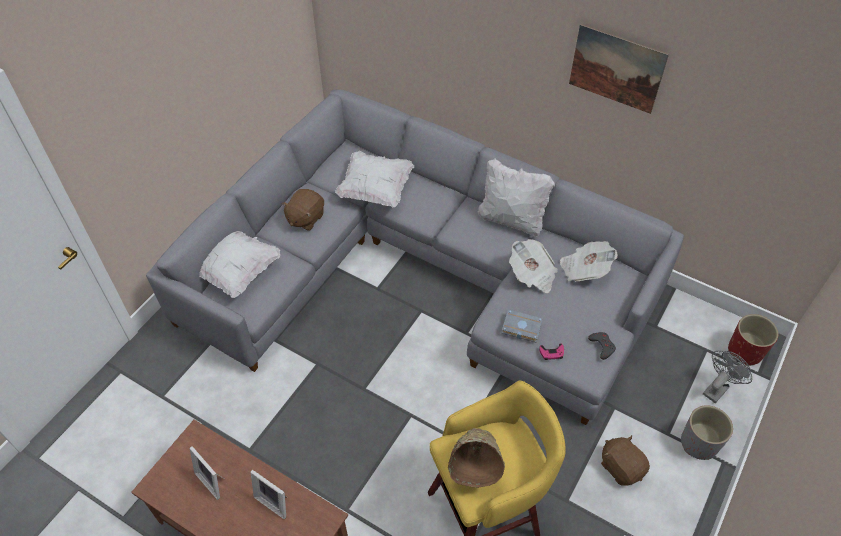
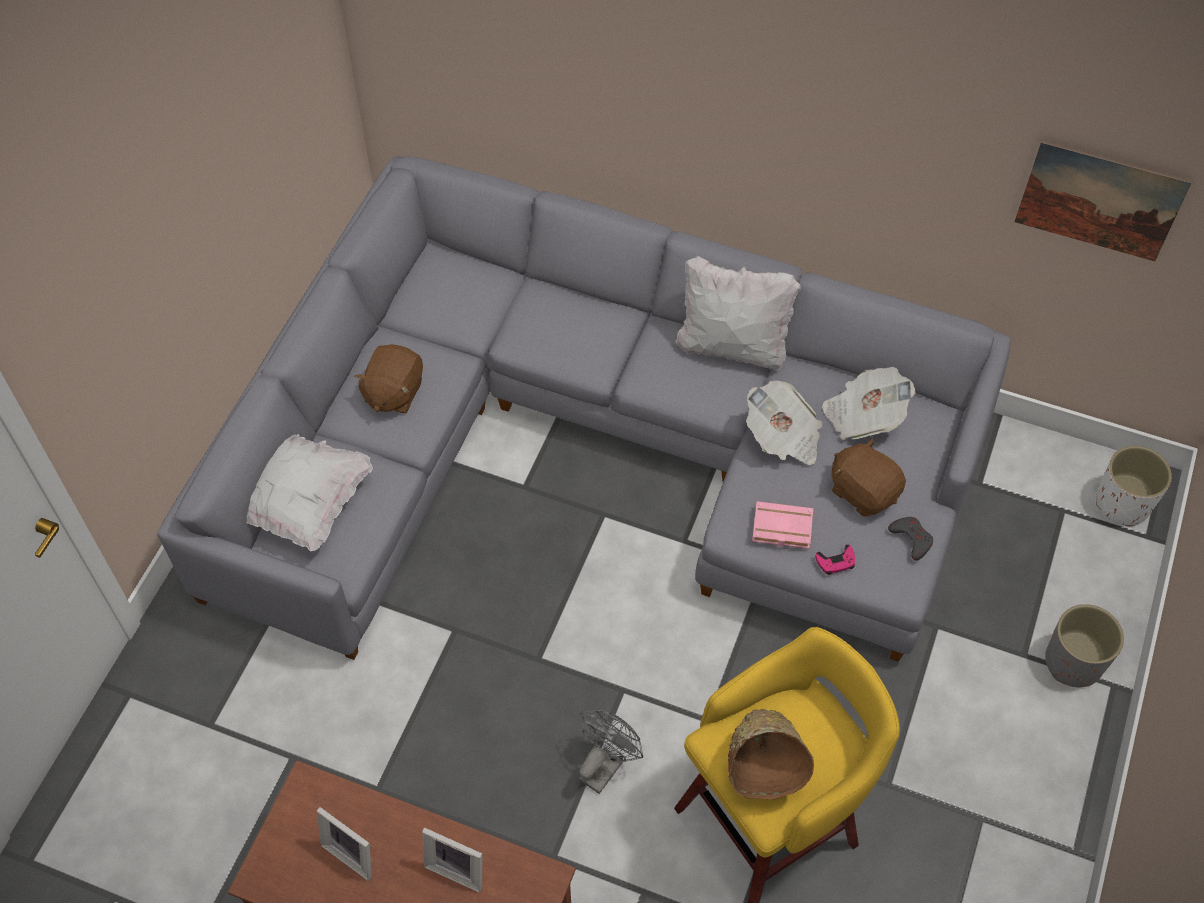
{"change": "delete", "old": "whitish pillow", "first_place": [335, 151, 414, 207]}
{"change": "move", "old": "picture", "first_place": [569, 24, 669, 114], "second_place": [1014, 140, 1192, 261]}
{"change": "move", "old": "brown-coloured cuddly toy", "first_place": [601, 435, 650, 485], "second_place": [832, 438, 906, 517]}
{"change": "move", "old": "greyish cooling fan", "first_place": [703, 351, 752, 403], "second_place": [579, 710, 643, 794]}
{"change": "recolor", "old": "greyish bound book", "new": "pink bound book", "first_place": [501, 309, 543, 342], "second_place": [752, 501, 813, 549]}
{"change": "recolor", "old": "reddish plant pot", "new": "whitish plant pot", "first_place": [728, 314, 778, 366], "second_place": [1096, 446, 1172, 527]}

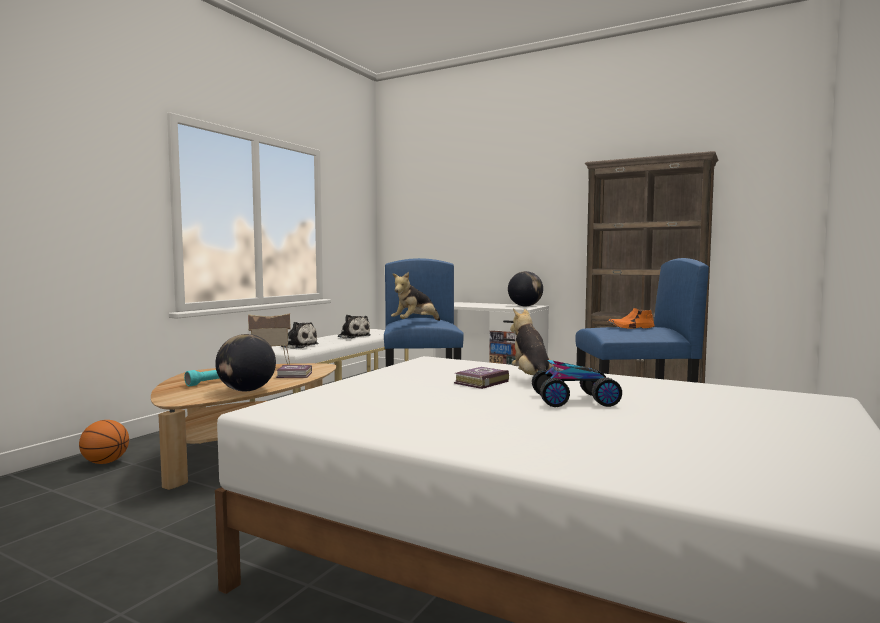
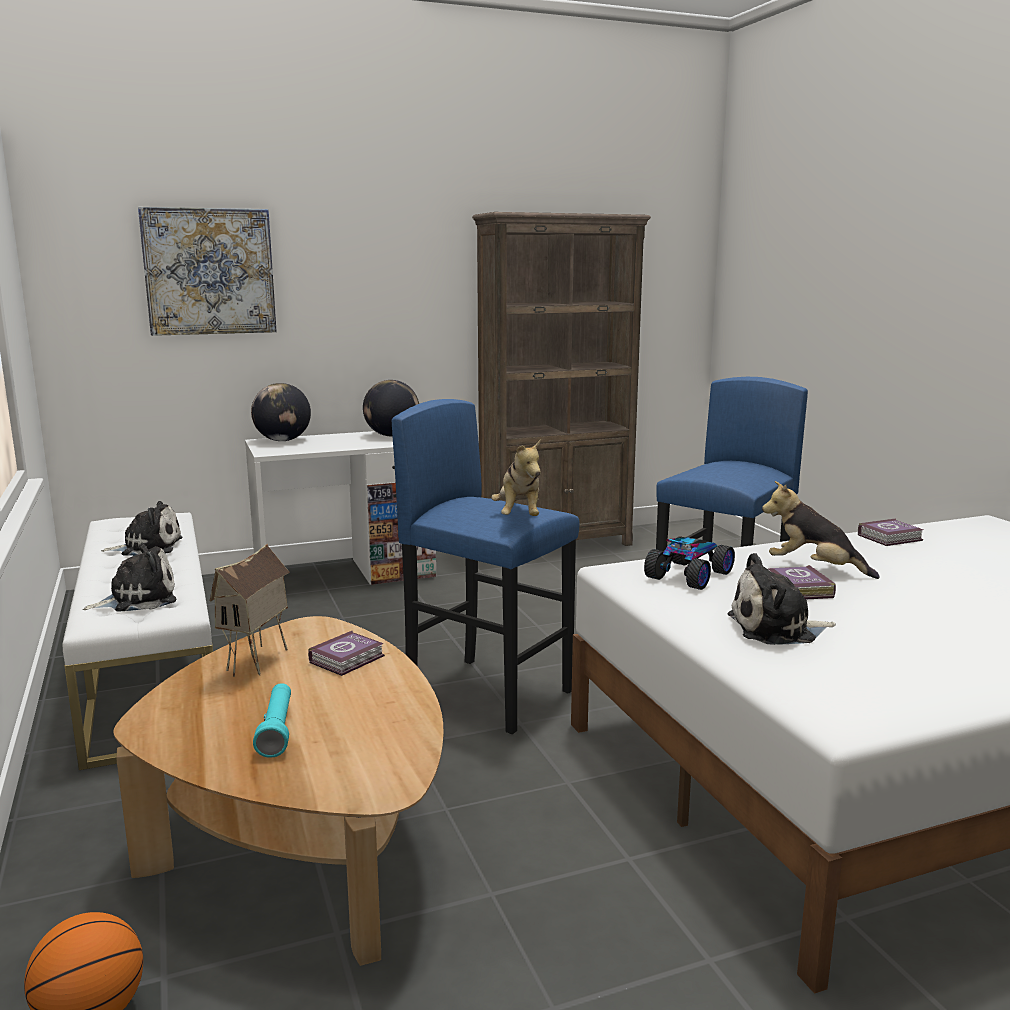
{"change": "delete", "old": "orange-coloured shoe", "first_place": [608, 308, 655, 329]}
{"change": "insert", "new": "picture", "second_place": [138, 207, 277, 336]}
{"change": "insert", "new": "cuddly toy", "second_place": [727, 553, 836, 645]}
{"change": "insert", "new": "bound book", "second_place": [858, 519, 923, 546]}
{"change": "move", "old": "globe", "first_place": [215, 334, 276, 392], "second_place": [251, 383, 311, 441]}
{"change": "move", "old": "model car", "first_place": [532, 360, 622, 407], "second_place": [644, 536, 735, 590]}

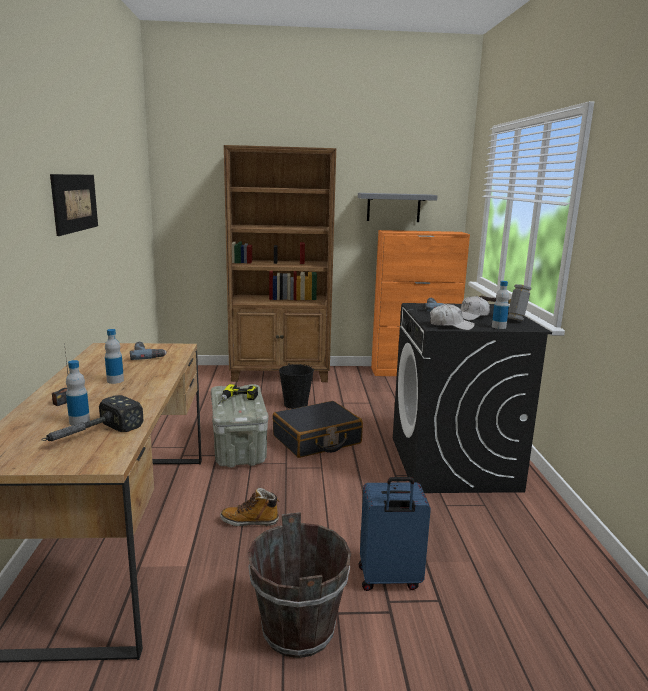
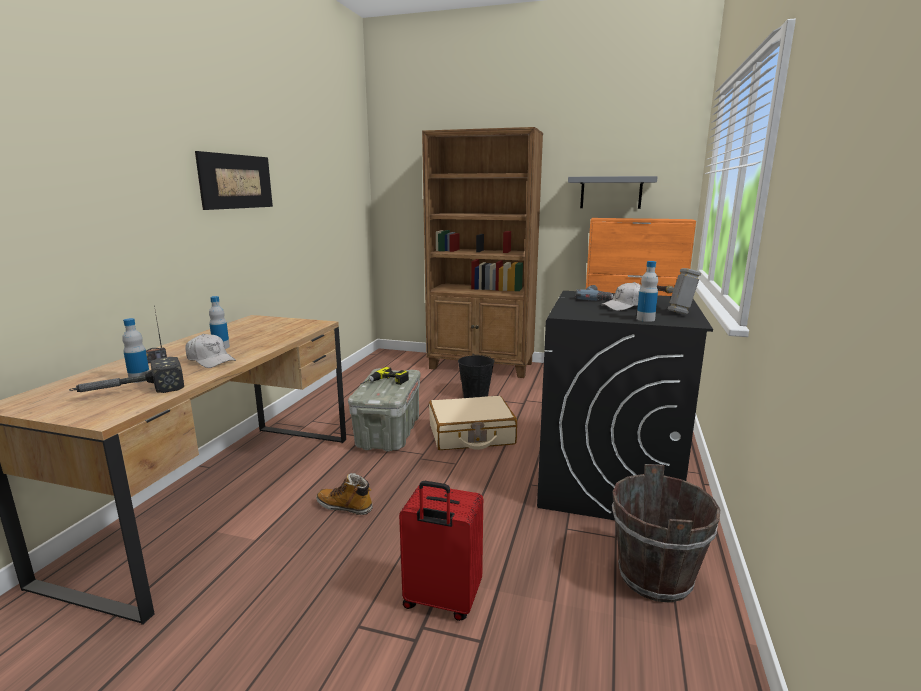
{"change": "delete", "old": "drill", "first_place": [130, 342, 167, 360]}
{"change": "move", "old": "brown-coloured water bucket", "first_place": [248, 512, 351, 658], "second_place": [612, 464, 720, 603]}
{"change": "move", "old": "whitish peaked cap", "first_place": [430, 304, 475, 330], "second_place": [185, 334, 236, 368]}
{"change": "recolor", "old": "black piece of luggage", "new": "beige-coloured piece of luggage", "first_place": [272, 401, 363, 458], "second_place": [429, 396, 517, 450]}
{"change": "recolor", "old": "blue piece of luggage", "new": "reddish piece of luggage", "first_place": [359, 477, 431, 591], "second_place": [399, 481, 483, 621]}

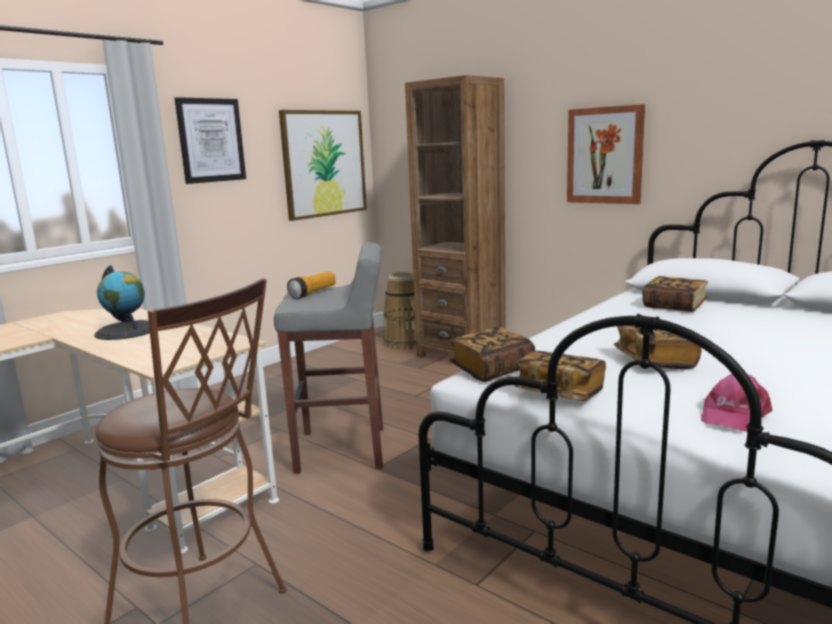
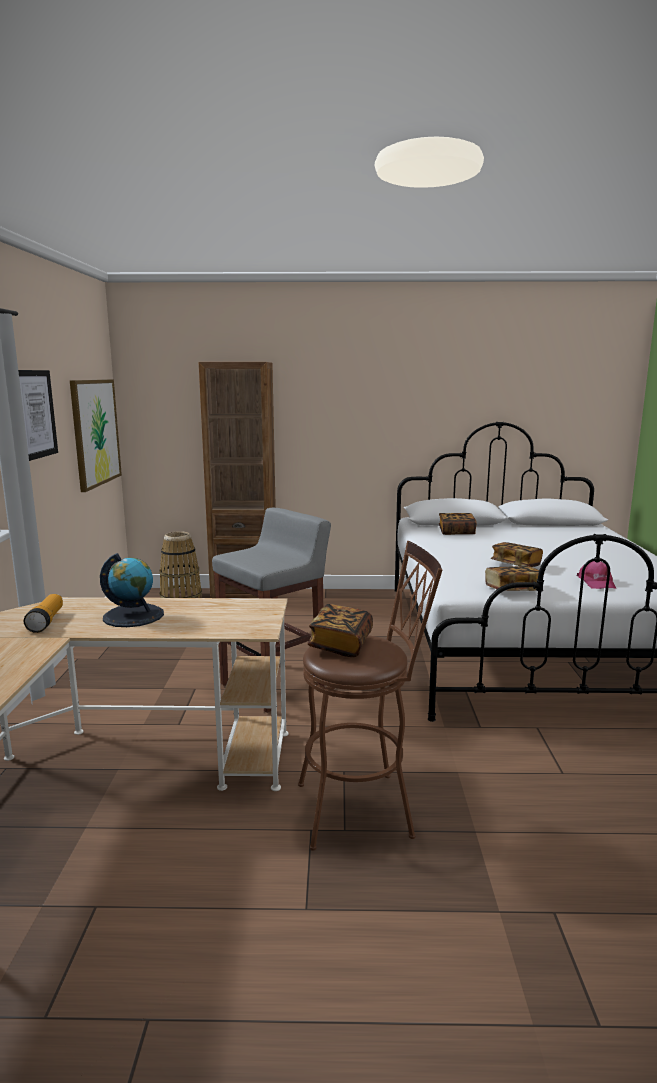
{"change": "delete", "old": "picture", "first_place": [567, 104, 645, 204]}
{"change": "move", "old": "hand torch", "first_place": [287, 271, 336, 299], "second_place": [24, 594, 63, 633]}
{"change": "move", "old": "bound book", "first_place": [449, 327, 535, 382], "second_place": [307, 604, 373, 657]}

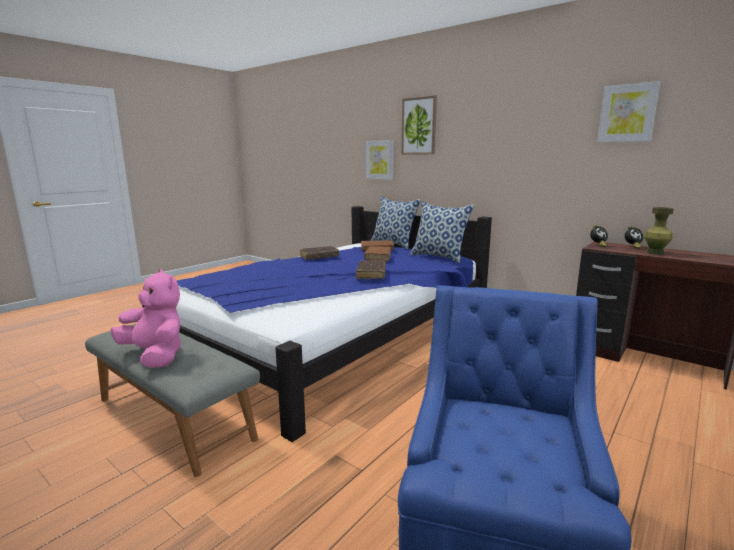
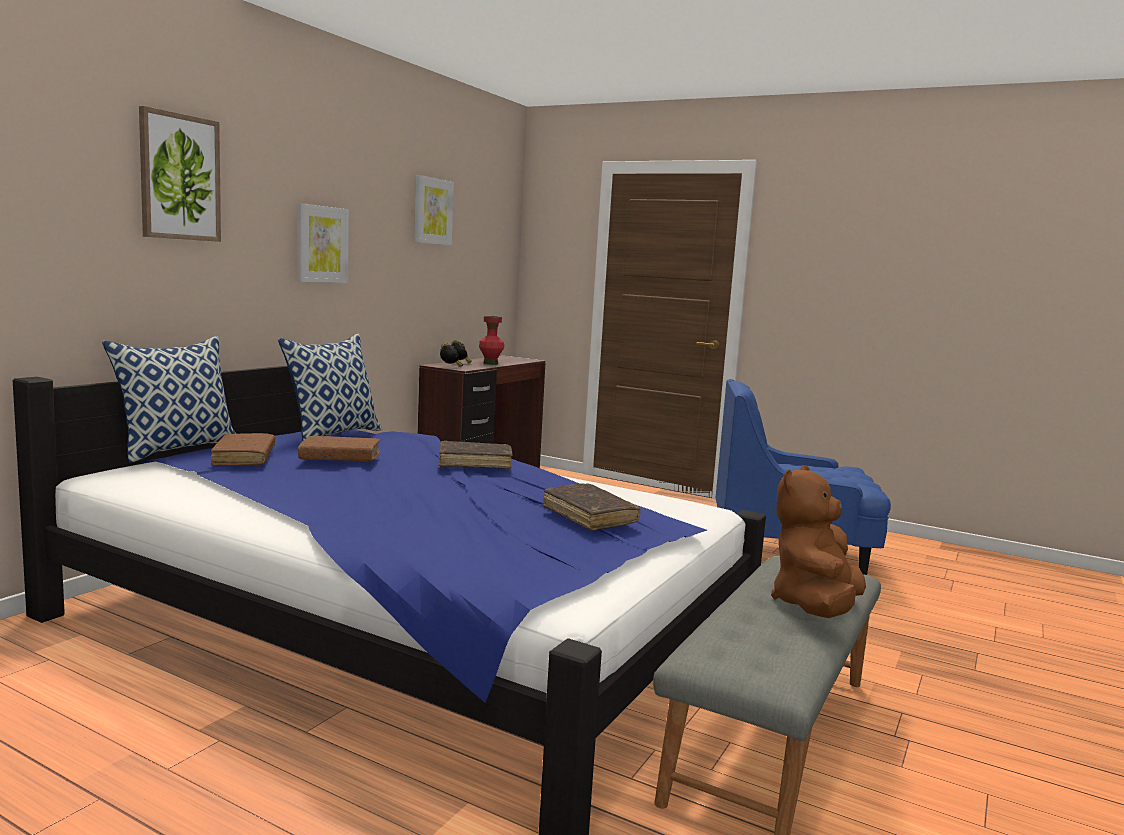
{"change": "move", "old": "brown-coloured bound book", "first_place": [299, 246, 339, 260], "second_place": [543, 483, 641, 531]}
{"change": "move", "old": "picture", "first_place": [366, 140, 393, 180], "second_place": [297, 203, 349, 283]}
{"change": "recolor", "old": "pink cuddly toy", "new": "brown-coloured cuddly toy", "first_place": [111, 269, 181, 368], "second_place": [771, 465, 866, 618]}
{"change": "recolor", "old": "green-coloured flower vase", "new": "reddish flower vase", "first_place": [644, 207, 674, 255], "second_place": [479, 316, 504, 365]}

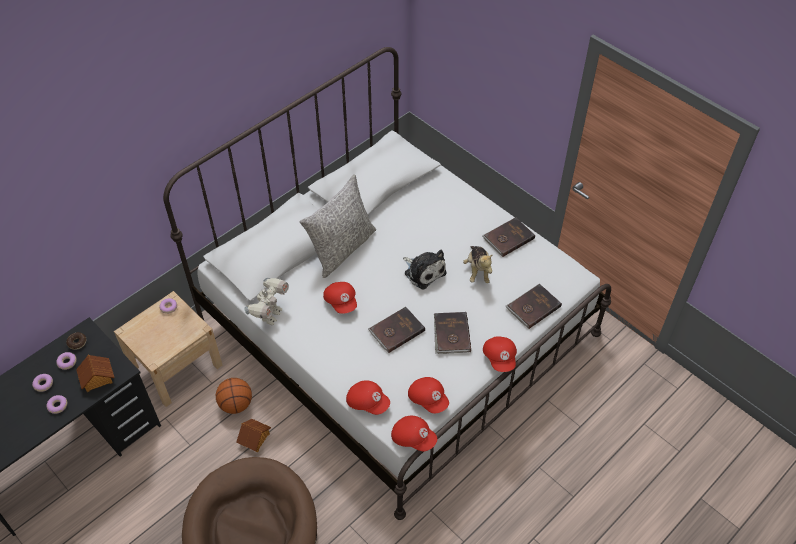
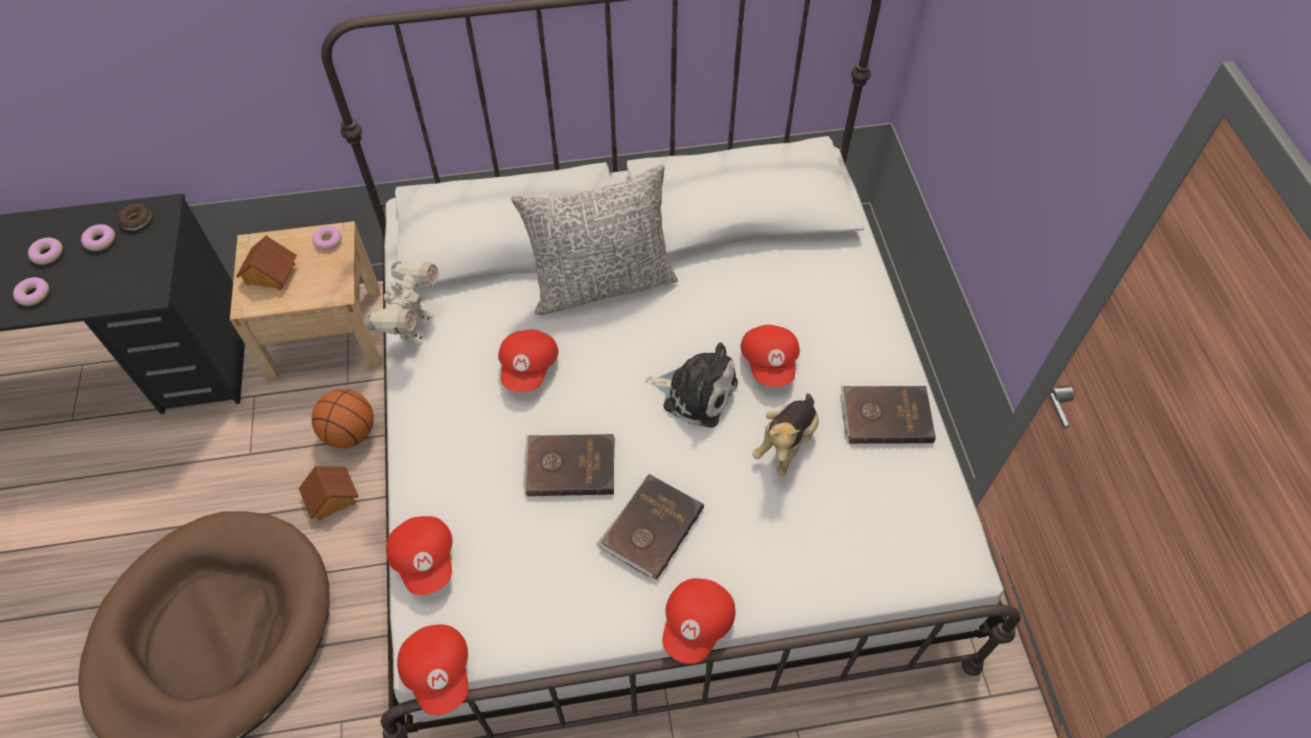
{"change": "delete", "old": "brown-coloured bound book", "first_place": [505, 284, 562, 329]}
{"change": "move", "old": "toy house", "first_place": [76, 355, 114, 392], "second_place": [236, 235, 297, 290]}
{"change": "move", "old": "reddish peaked cap", "first_place": [408, 377, 449, 413], "second_place": [740, 325, 800, 387]}
{"change": "rotate", "old": "model robot", "first_place": [244, 278, 289, 325], "second_place": [364, 260, 439, 345], "degrees": -45}
{"change": "rotate", "old": "cuddly toy", "first_place": [403, 250, 447, 290], "second_place": [645, 342, 738, 428], "degrees": -60}

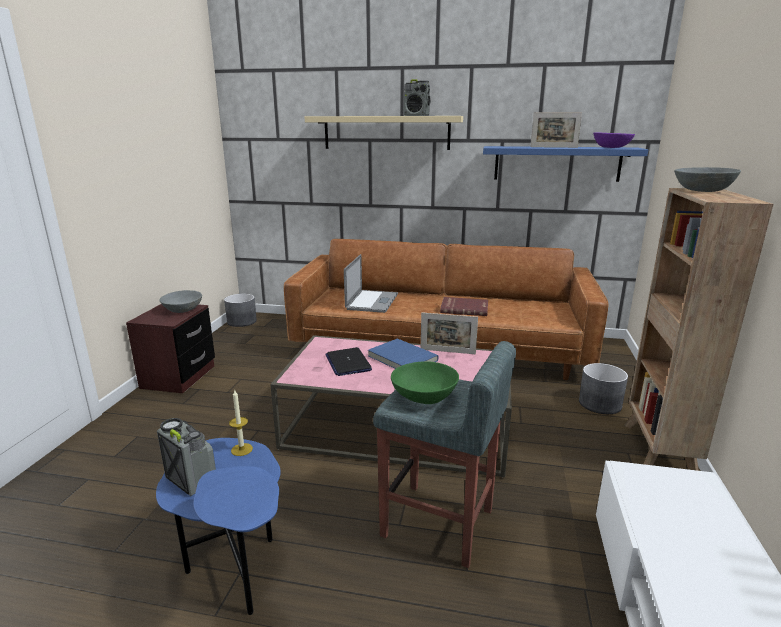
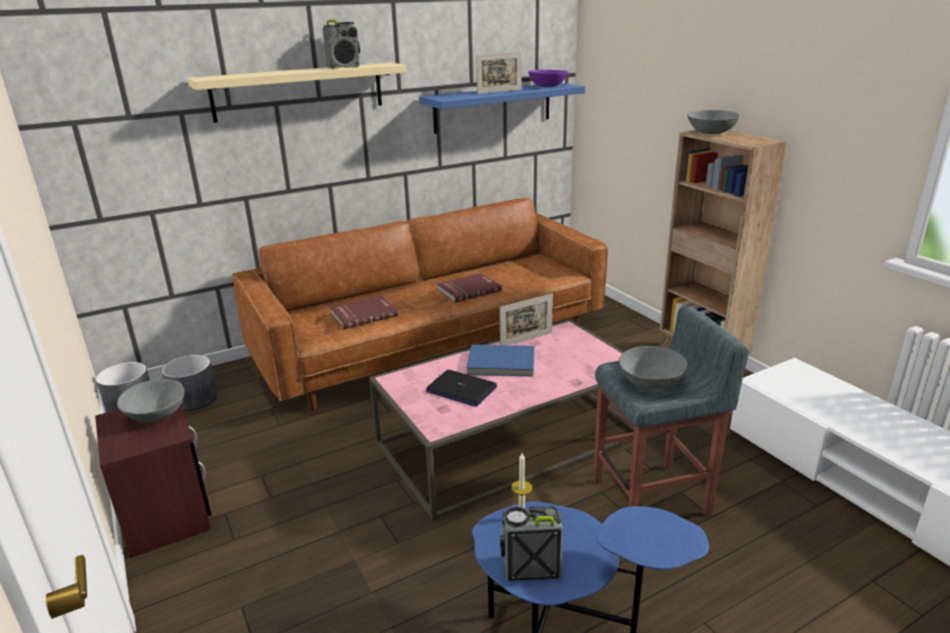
{"change": "move", "old": "greyish plant pot", "first_place": [579, 363, 628, 414], "second_place": [162, 355, 218, 411]}
{"change": "replace", "old": "portable computer", "new": "reddish bound book", "first_place": [344, 254, 398, 313], "second_place": [330, 296, 398, 329]}
{"change": "recolor", "old": "green-coloured serving bowl", "new": "greyish serving bowl", "first_place": [391, 361, 459, 404], "second_place": [619, 346, 688, 389]}

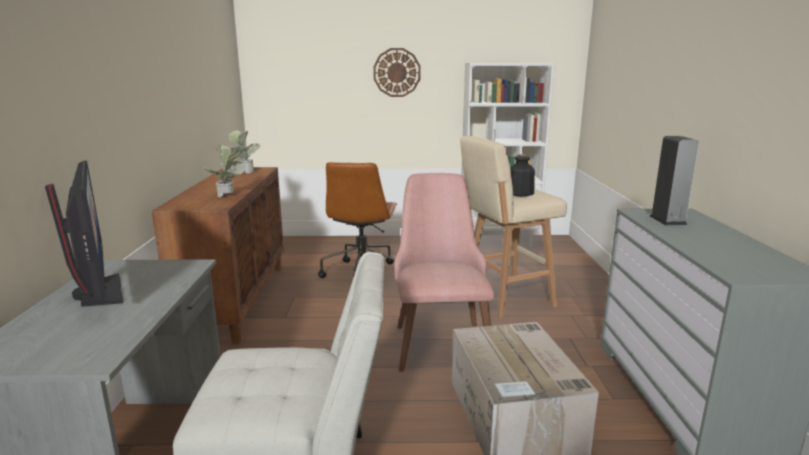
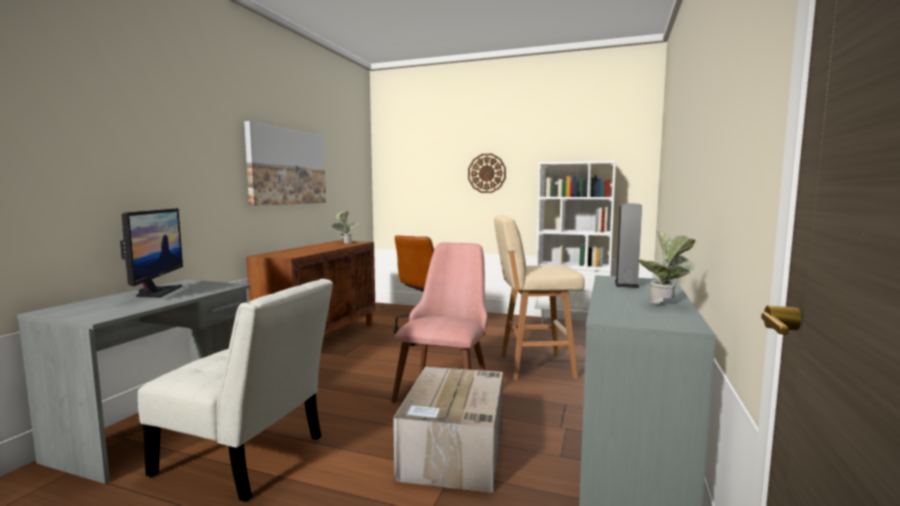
{"change": "delete", "old": "bottle", "first_place": [510, 154, 535, 196]}
{"change": "insert", "new": "picture", "second_place": [244, 121, 326, 206]}
{"change": "move", "old": "potted plant", "first_place": [201, 144, 246, 197], "second_place": [638, 232, 695, 304]}

